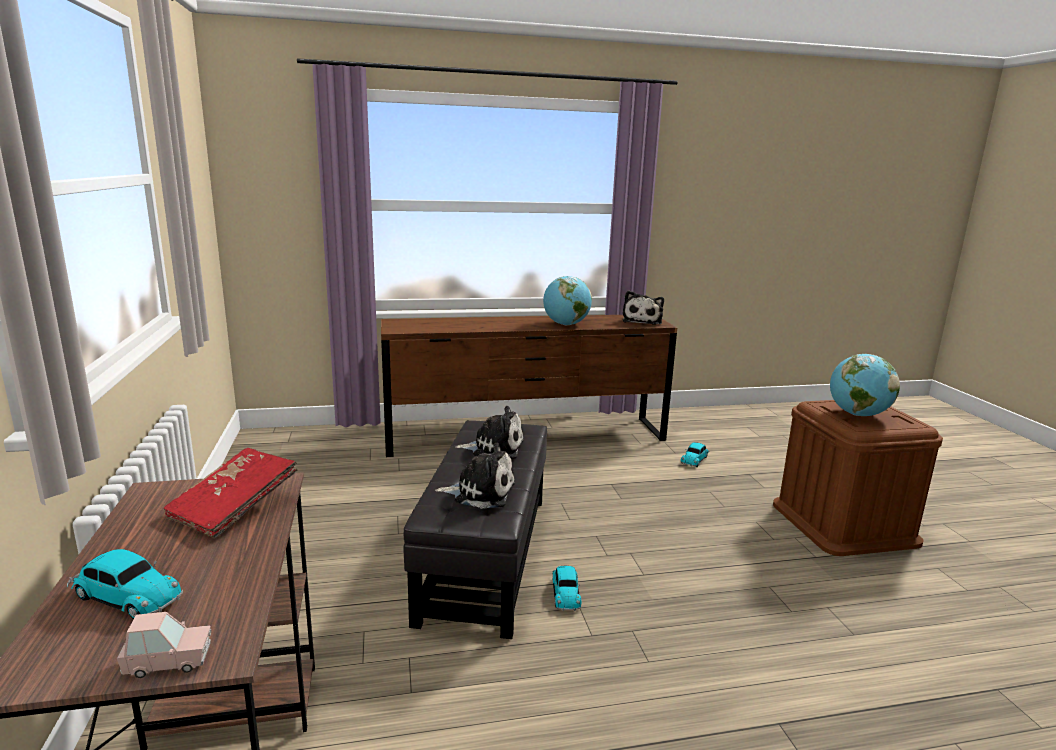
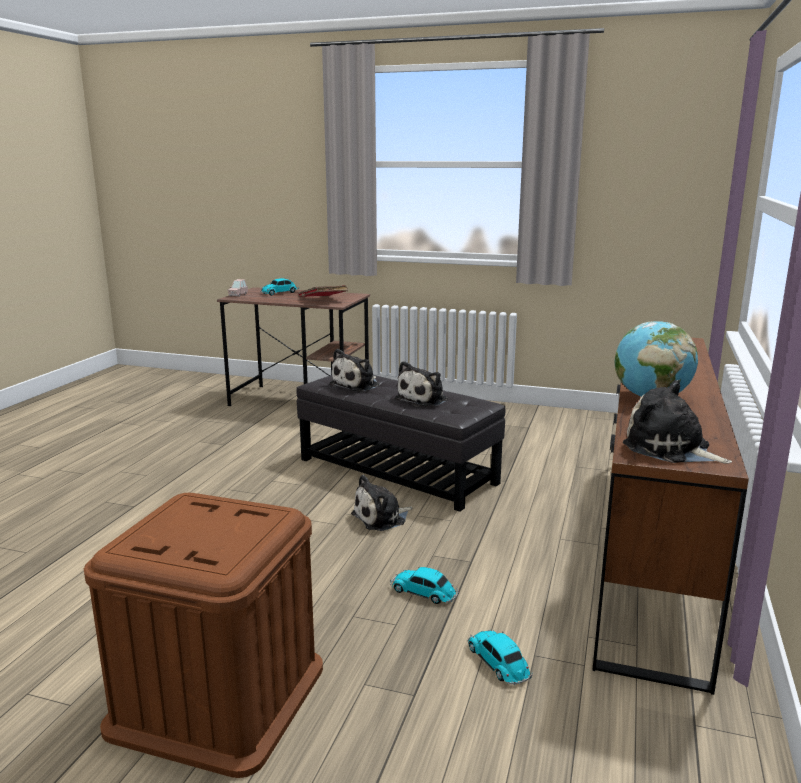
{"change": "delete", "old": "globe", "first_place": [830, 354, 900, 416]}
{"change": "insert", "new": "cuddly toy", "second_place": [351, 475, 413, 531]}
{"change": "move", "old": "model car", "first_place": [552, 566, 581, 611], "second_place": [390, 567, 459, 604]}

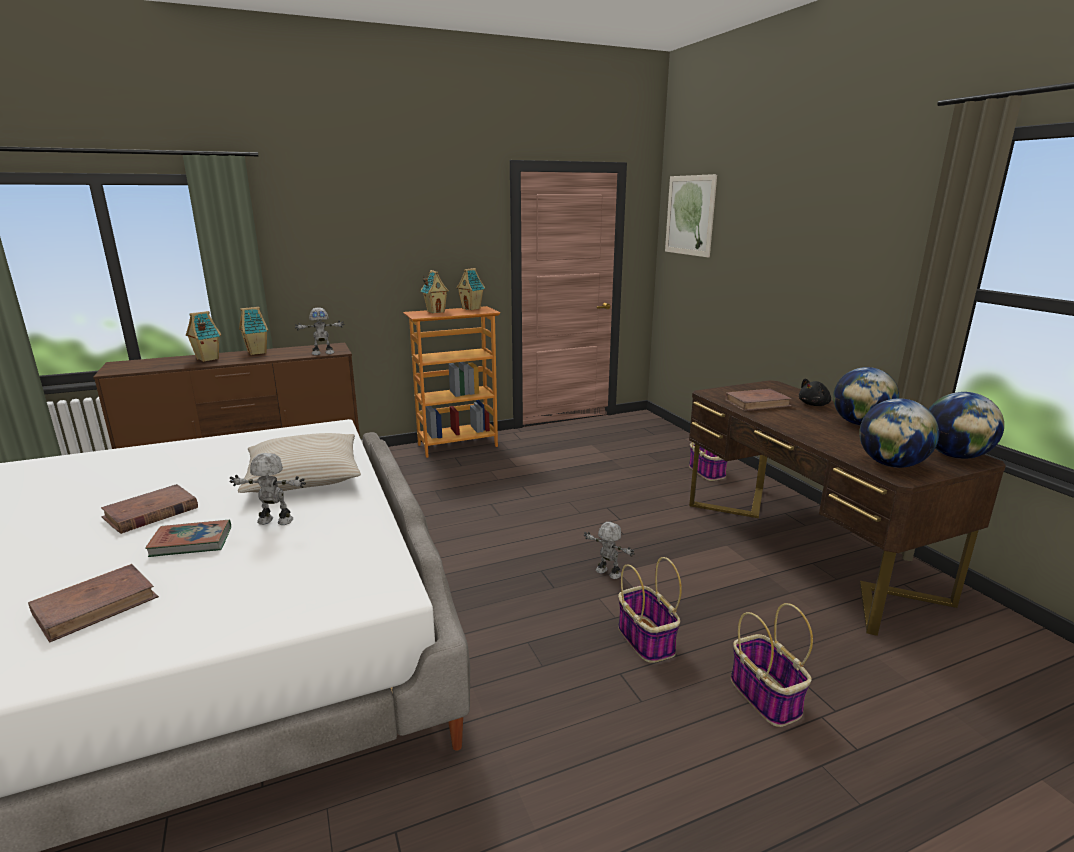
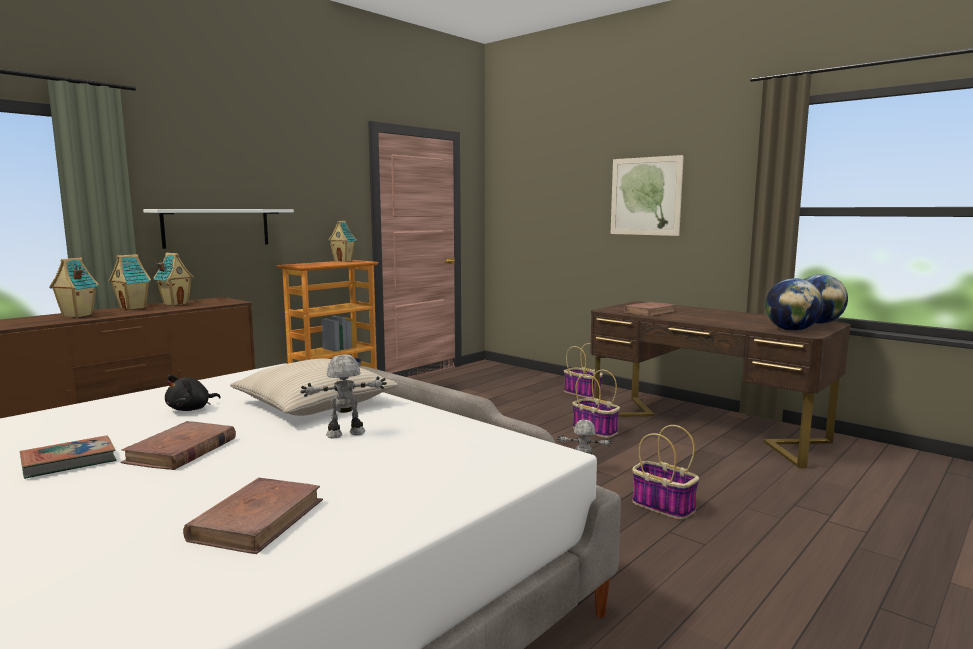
{"change": "delete", "old": "model robot", "first_place": [295, 307, 345, 355]}
{"change": "delete", "old": "globe", "first_place": [833, 367, 899, 425]}
{"change": "insert", "new": "whitish wall shelf", "second_place": [143, 209, 294, 249]}
{"change": "move", "old": "bound book", "first_place": [145, 520, 231, 557], "second_place": [20, 435, 117, 479]}
{"change": "move", "old": "toy house", "first_place": [420, 270, 449, 314], "second_place": [153, 253, 194, 306]}
{"change": "move", "old": "picture", "first_place": [665, 174, 717, 258], "second_place": [611, 155, 684, 236]}
{"change": "move", "old": "household basket", "first_place": [731, 603, 813, 727], "second_place": [572, 370, 620, 438]}
{"change": "move", "old": "black cuddly toy", "first_place": [799, 379, 831, 406], "second_place": [165, 375, 221, 411]}

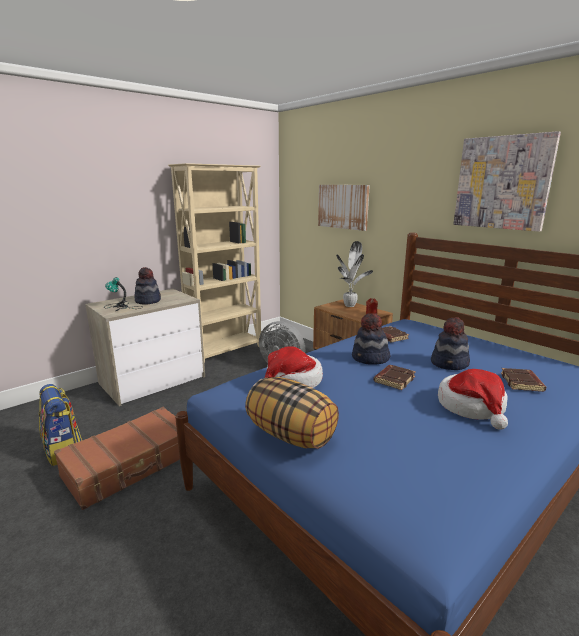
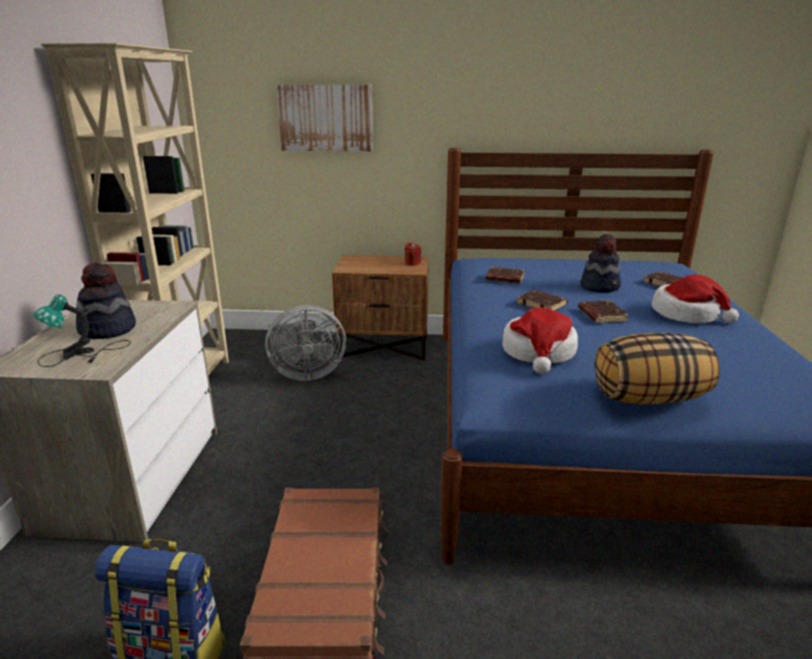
{"change": "delete", "old": "potted plant", "first_place": [336, 241, 373, 307]}
{"change": "delete", "old": "picture", "first_place": [454, 131, 561, 232]}
{"change": "replace", "old": "hat", "new": "brown-coloured bound book", "first_place": [352, 313, 391, 365], "second_place": [516, 290, 567, 311]}

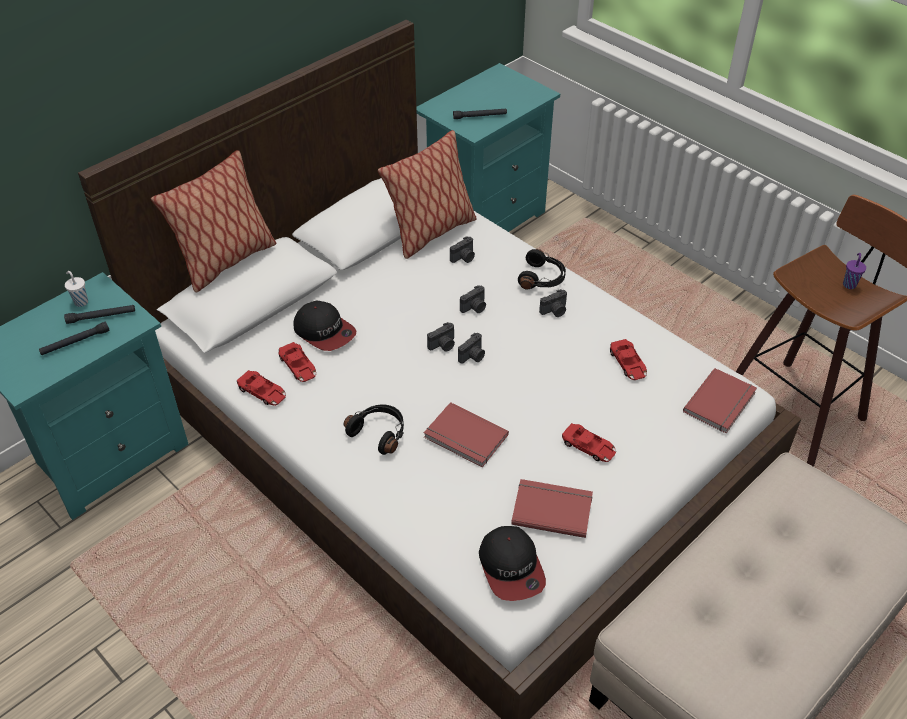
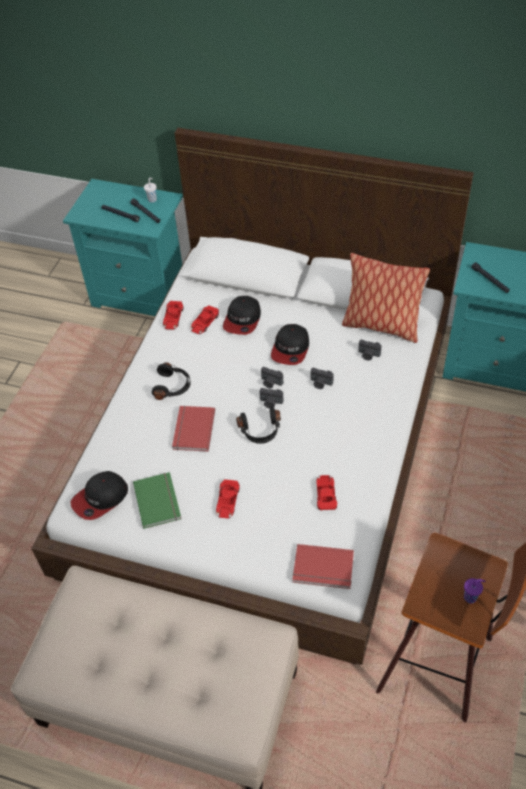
{"change": "delete", "old": "pillow", "first_place": [151, 150, 277, 292]}
{"change": "delete", "old": "photo camera", "first_place": [539, 289, 567, 317]}
{"change": "insert", "new": "peaked cap", "second_place": [271, 324, 309, 365]}
{"change": "move", "old": "black pair of headphones", "first_place": [518, 249, 566, 290], "second_place": [236, 407, 281, 444]}
{"change": "recolor", "old": "reddish bound book", "new": "green-coloured bound book", "first_place": [511, 479, 593, 538], "second_place": [133, 472, 181, 529]}
{"change": "rotate", "old": "reddish model car", "first_place": [610, 339, 647, 380], "second_place": [316, 475, 337, 510], "degrees": 135}

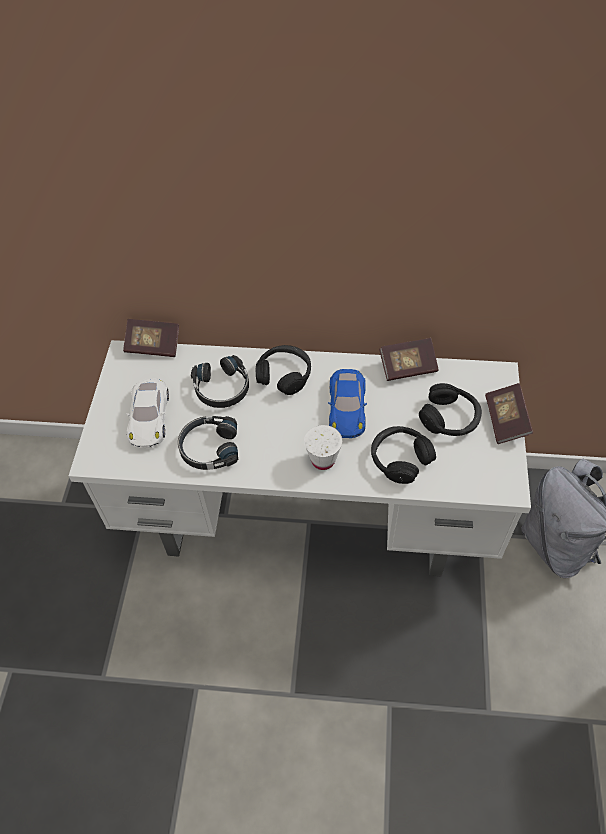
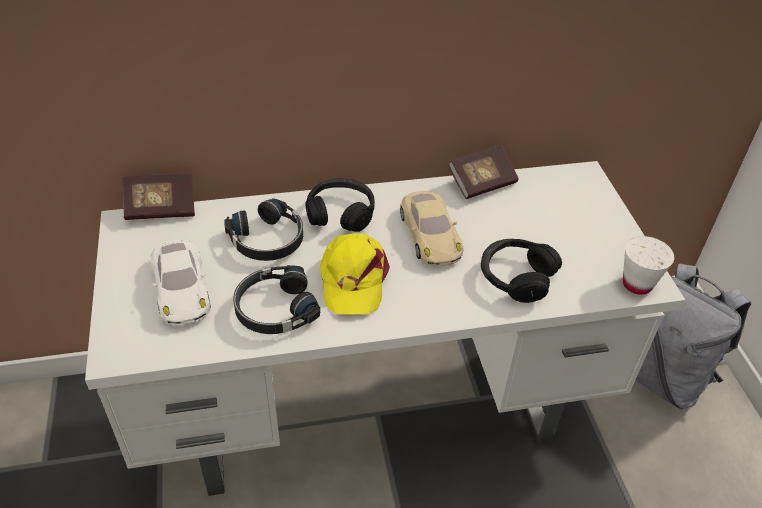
{"change": "delete", "old": "black pair of headphones", "first_place": [419, 383, 482, 436]}
{"change": "delete", "old": "bound book", "first_place": [485, 383, 533, 444]}
{"change": "insert", "new": "yellow peaked cap", "second_place": [320, 233, 390, 315]}
{"change": "move", "old": "whitish cup", "first_place": [304, 425, 342, 470], "second_place": [623, 236, 674, 295]}
{"change": "recolor", "old": "blue model car", "new": "beige-coloured model car", "first_place": [328, 369, 367, 438], "second_place": [400, 191, 464, 266]}

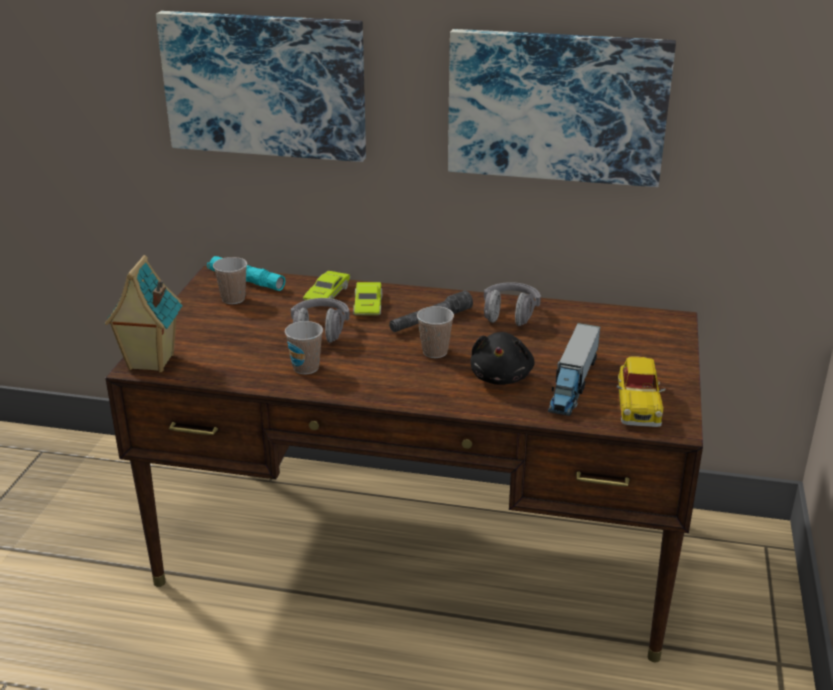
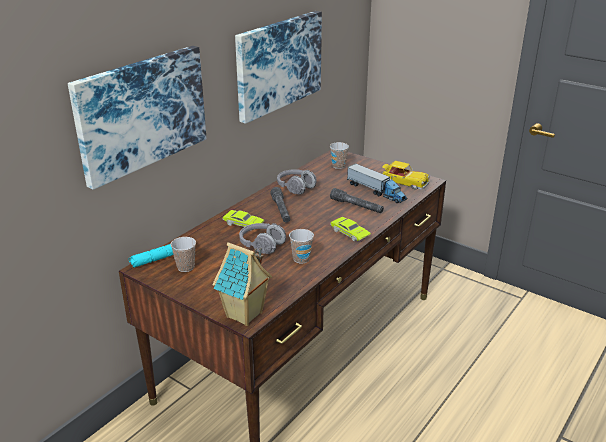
{"change": "move", "old": "green-coloured model car", "first_place": [303, 271, 351, 300], "second_place": [330, 217, 371, 241]}
{"change": "move", "old": "cup", "first_place": [417, 306, 454, 358], "second_place": [330, 142, 349, 169]}
{"change": "replace", "old": "black cuddly toy", "new": "greyish hand torch", "first_place": [470, 332, 535, 385], "second_place": [330, 188, 384, 213]}

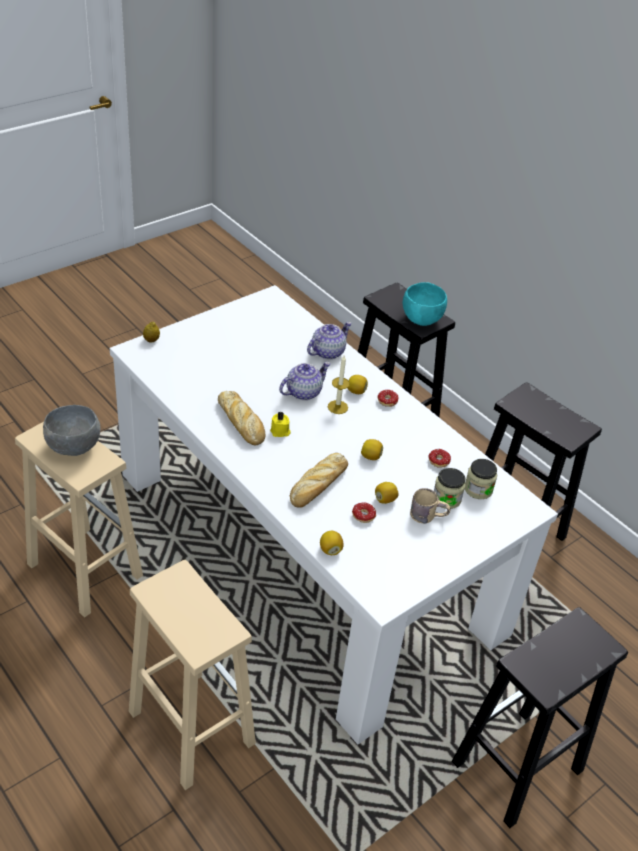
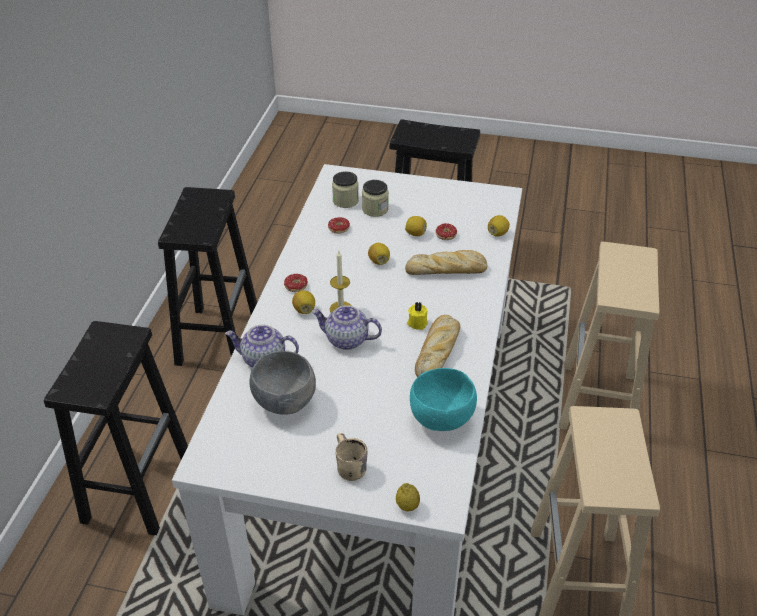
{"change": "move", "old": "greyish serving bowl", "first_place": [43, 405, 100, 456], "second_place": [249, 351, 316, 415]}
{"change": "move", "old": "turquoise-coloured serving bowl", "first_place": [403, 282, 447, 326], "second_place": [410, 368, 477, 431]}
{"change": "move", "old": "beige-coloured coffee mug", "first_place": [410, 488, 451, 523], "second_place": [336, 433, 367, 481]}

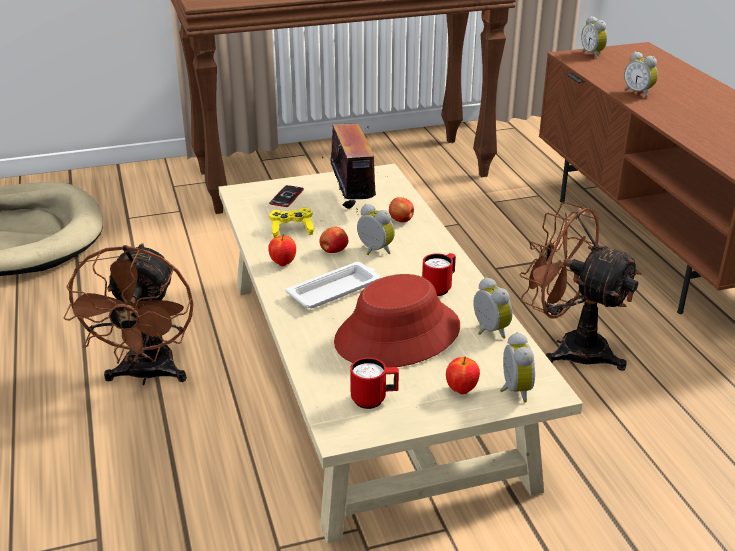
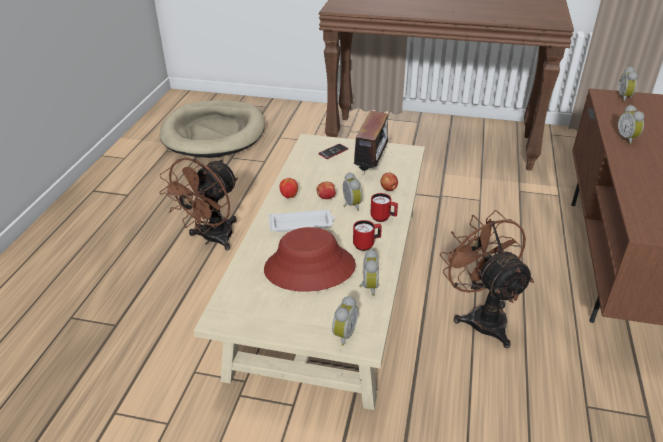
{"change": "delete", "old": "yellow joypad", "first_place": [269, 207, 315, 238]}
{"change": "delete", "old": "apple fruit", "first_place": [446, 357, 480, 395]}
{"change": "move", "old": "reddish coffee mug", "first_place": [350, 358, 399, 409], "second_place": [370, 193, 398, 222]}

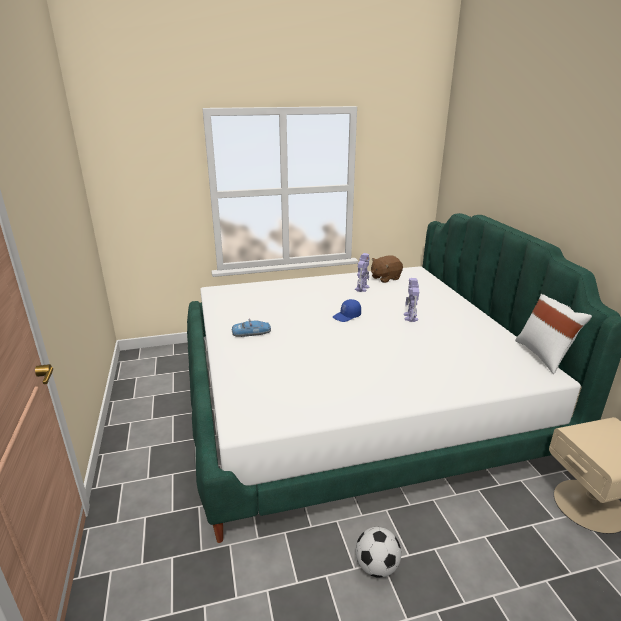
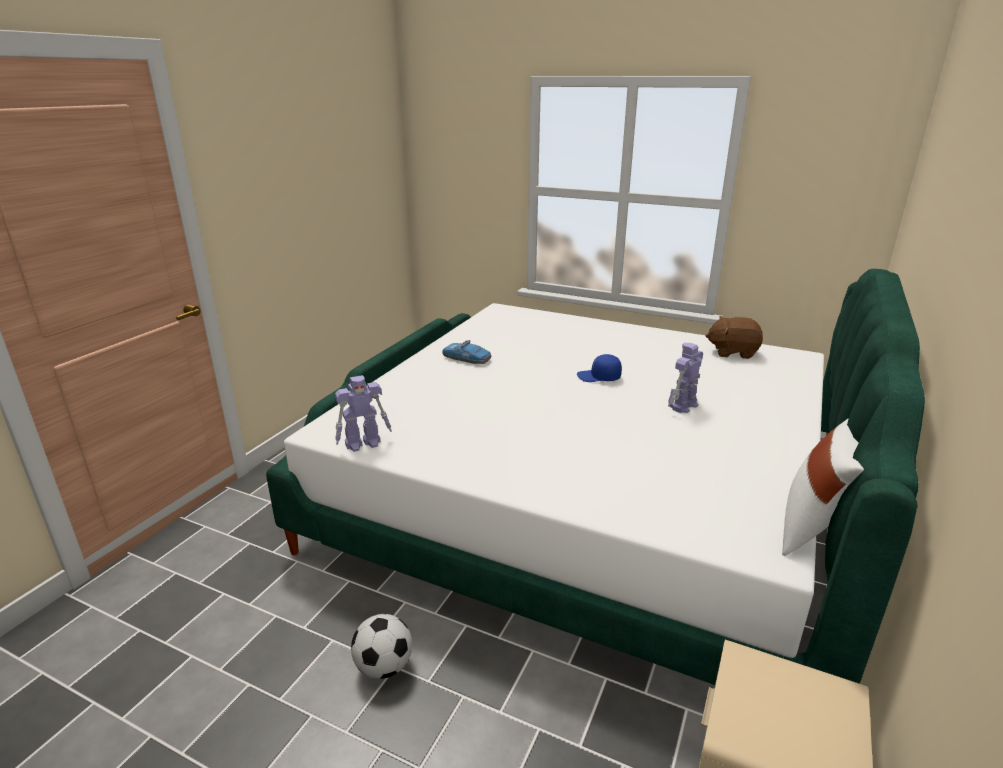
{"change": "move", "old": "model robot", "first_place": [355, 253, 370, 292], "second_place": [335, 375, 392, 452]}

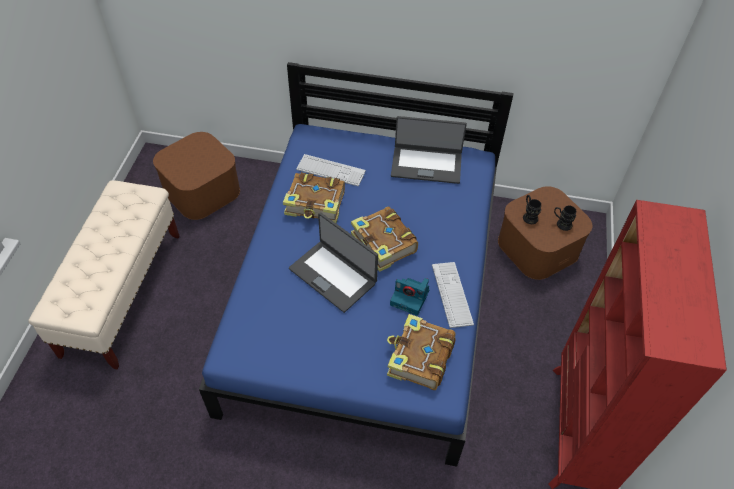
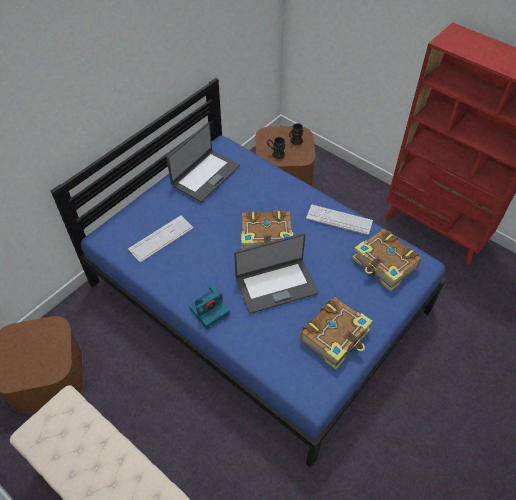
{"change": "move", "old": "bound book", "first_place": [283, 172, 345, 223], "second_place": [300, 297, 373, 370]}
{"change": "move", "old": "photo camera", "first_place": [390, 278, 429, 316], "second_place": [189, 284, 230, 329]}

